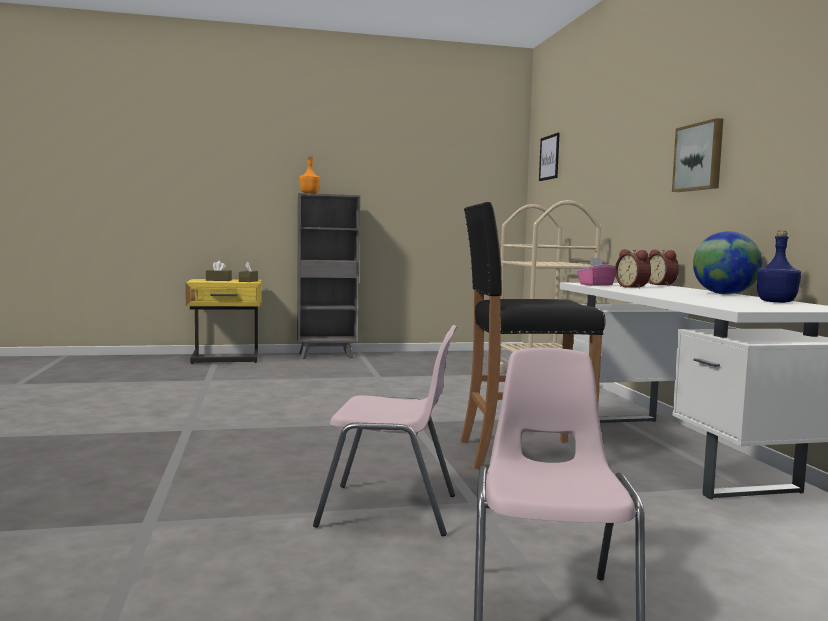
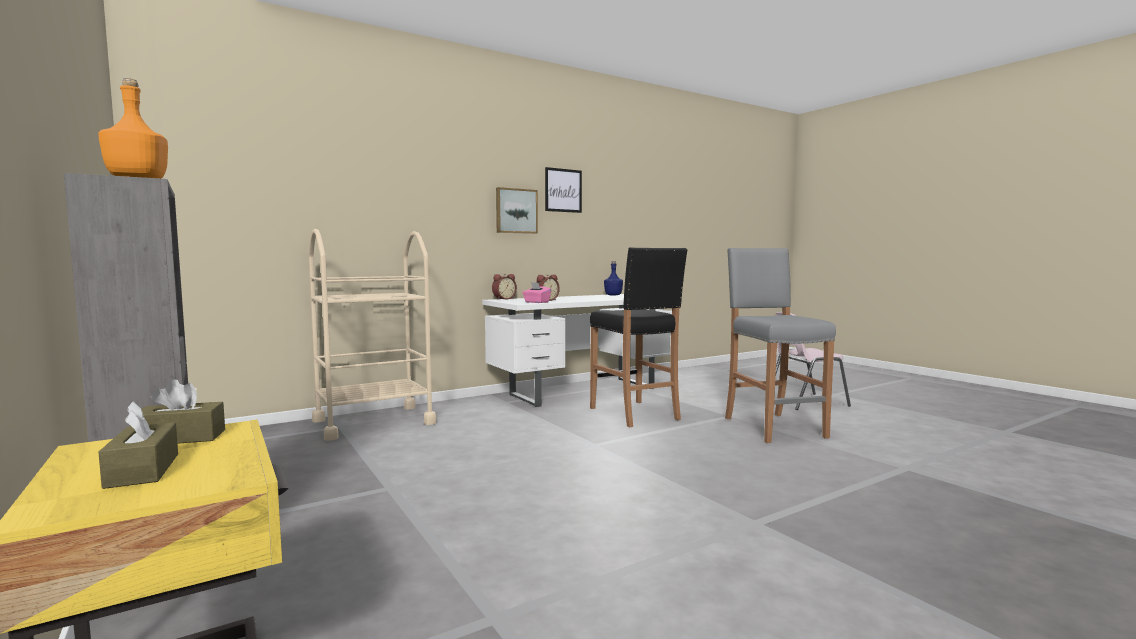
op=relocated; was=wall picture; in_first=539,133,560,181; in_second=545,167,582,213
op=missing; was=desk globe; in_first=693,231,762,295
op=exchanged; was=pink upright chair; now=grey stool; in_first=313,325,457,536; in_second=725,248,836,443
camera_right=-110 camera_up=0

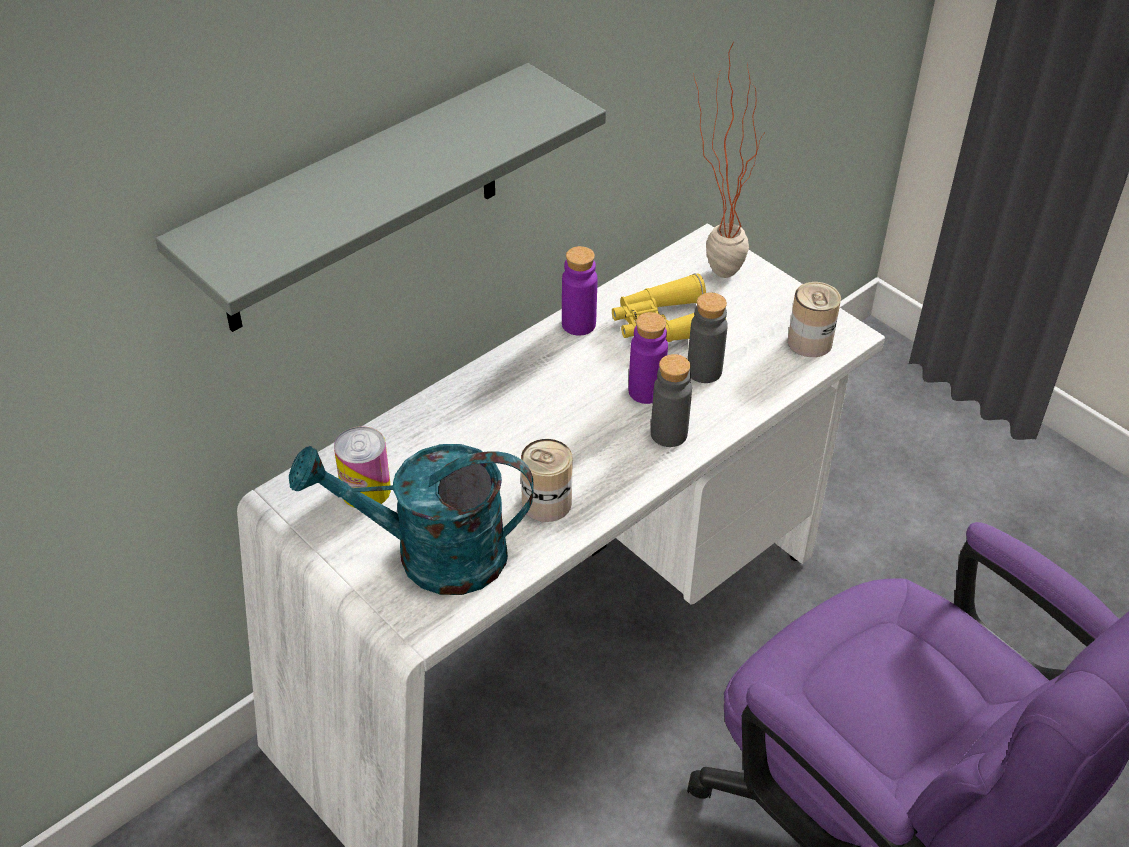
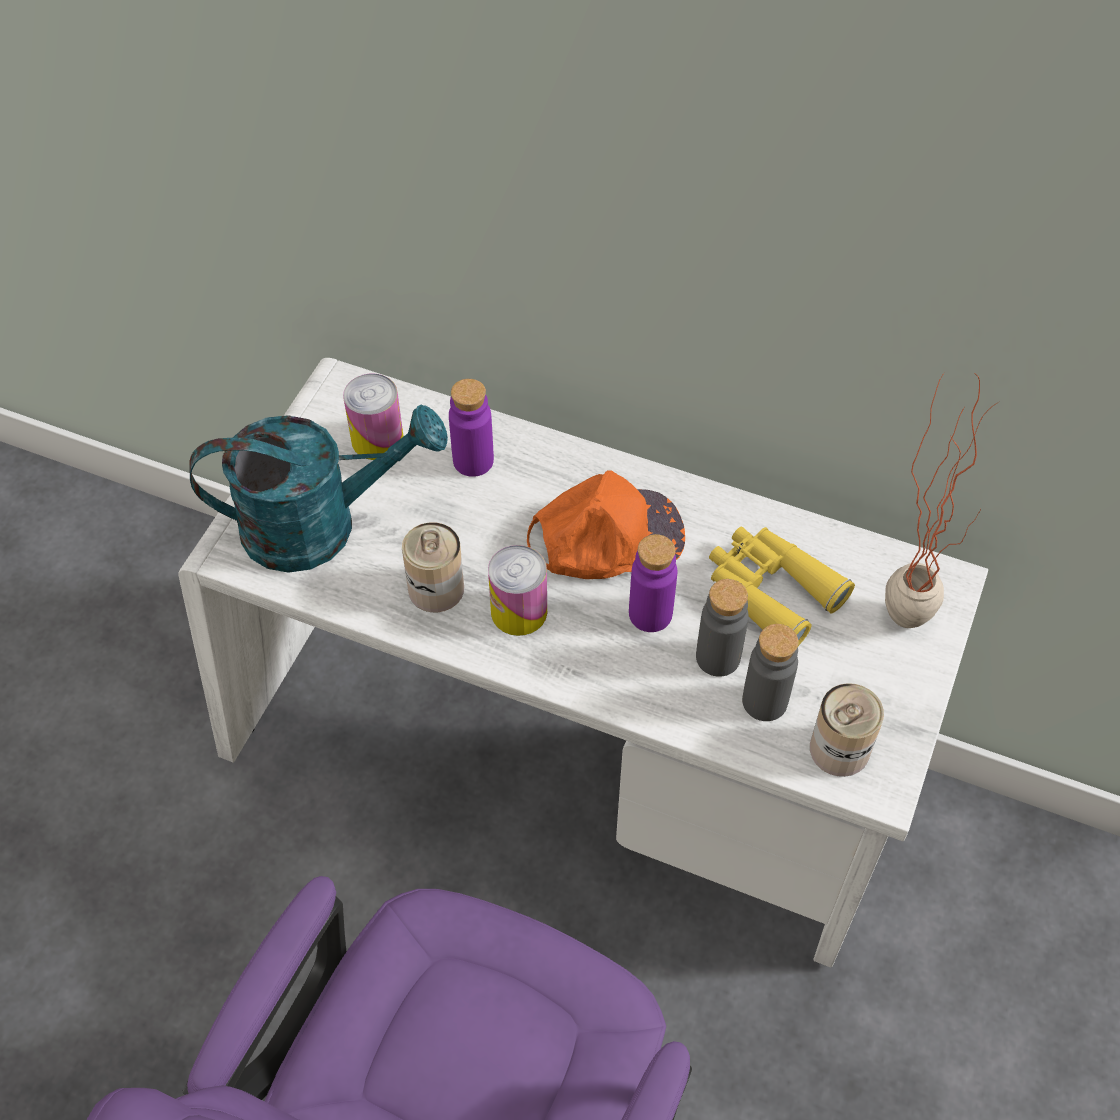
op=missing; was=grey bracket shelf; in_first=155,63,606,332
op=relocated; was=purplish bottle; in_first=562,246,597,336; in_second=449,379,494,477
op=relocated; was=grey bottle; in_first=651,354,692,447; in_second=742,624,799,721
op=spun; was=blue-green watering can; in_first=289,444,534,595; in_second=189,405,448,573; clockwise=105
op=appeared; now=orange-coloured cap; in_second=527,470,685,579
op=appeared; now=can; in_second=488,545,547,636
camera_right=65 camera_up=10

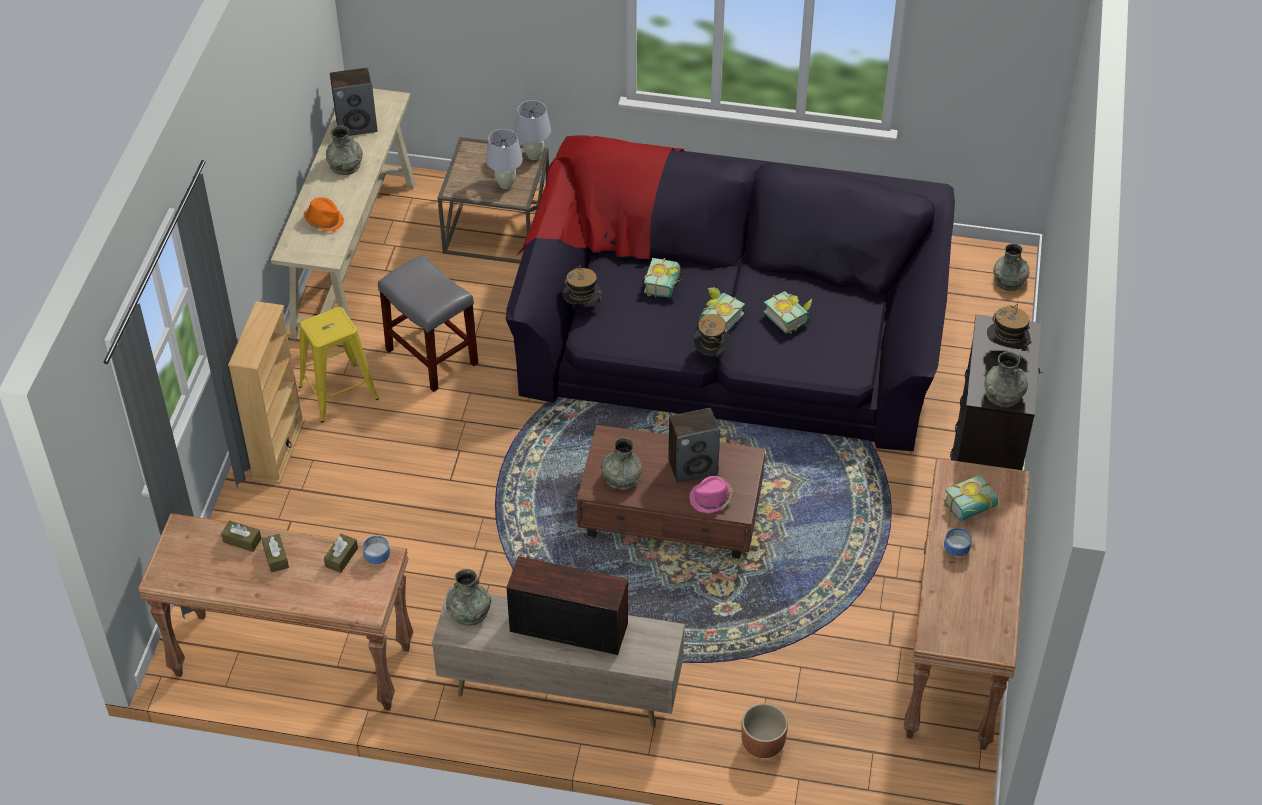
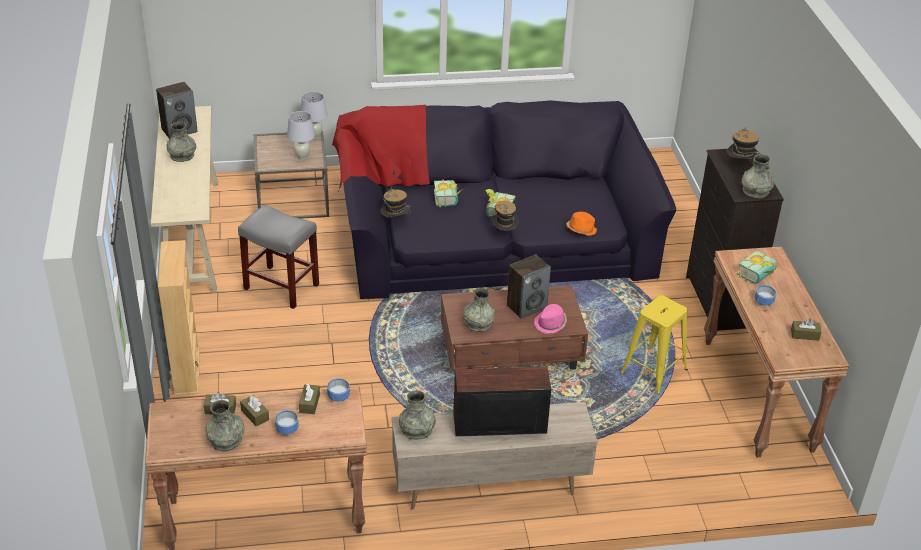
op=relocated; was=orange-coloured hat; in_first=304,198,344,232; in_second=566,212,597,236
op=relocated; was=grey vase; in_first=993,243,1029,291; in_second=206,400,245,452
op=missing; was=volume; in_first=763,291,812,334
op=relocated; was=yellowish stool; in_first=299,307,379,422; in_second=620,295,688,395
op=missing; was=brown-coloured plant pot; in_first=741,703,788,758
op=appeared; now=brown-coloured box of tissues; in_second=791,318,822,341
op=appeared; now=serving bowl; in_second=275,410,299,434
camera_right=-20 camera_up=-10

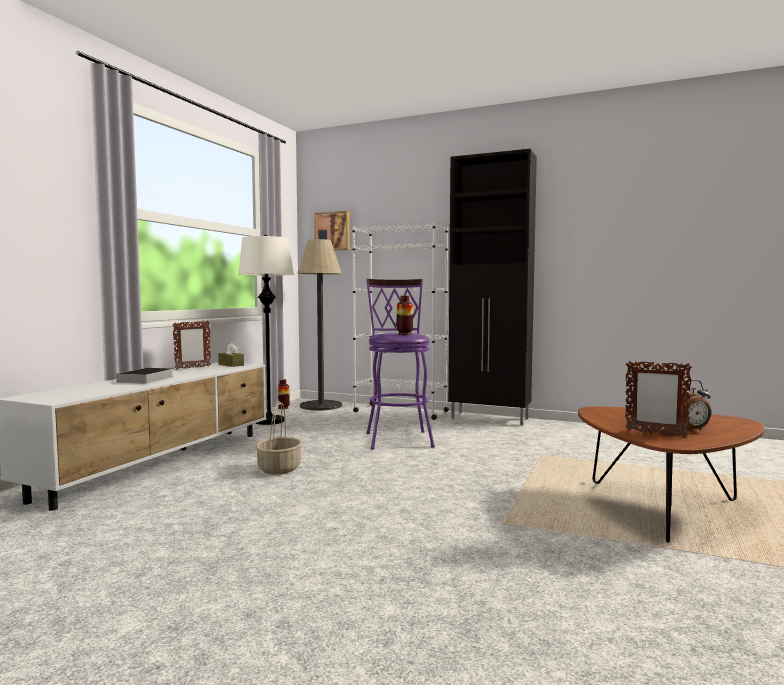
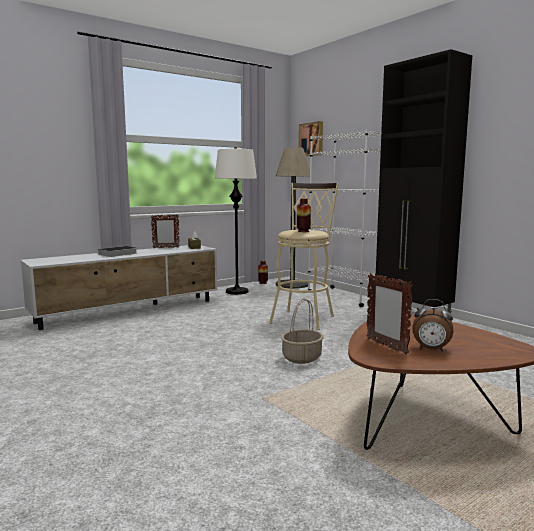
op=colour; was=purplish stool; now=sand-coloured stool; in_first=366,279,435,449; in_second=269,183,339,330
op=relocated; was=household basket; in_first=255,402,302,475; in_second=281,299,323,364
camera_right=30 camera_up=5

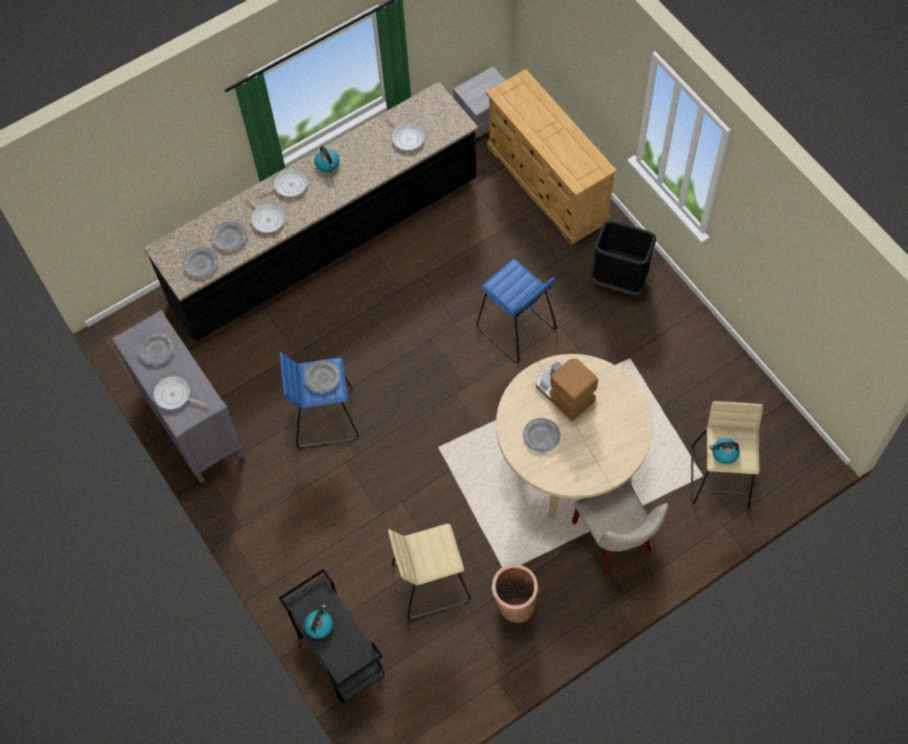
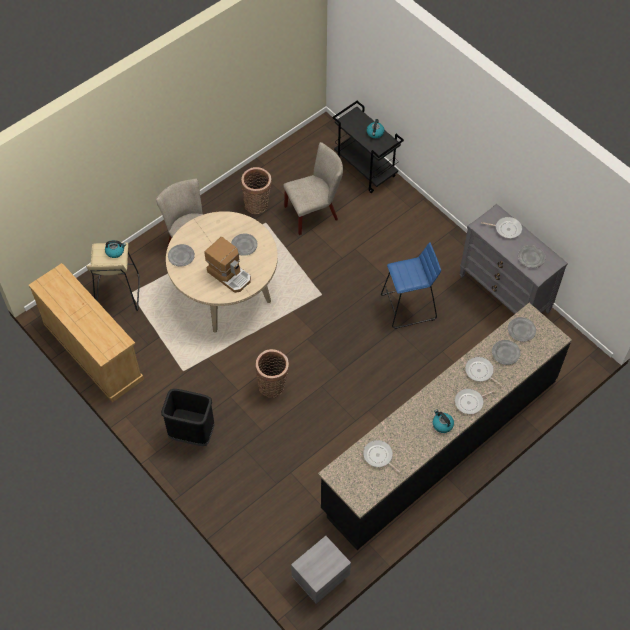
op=relocated; was=sand-coloured chest of drawers; in_first=486,69,617,245; in_second=29,263,144,402
op=exchanged; was=blue stool; now=household basket; in_first=477,259,557,363; in_second=255,349,289,398
op=relocated; was=grey plate; in_first=304,360,340,393; in_second=168,244,195,267
op=exchanged; was=sand-coloured stool; now=sand-coloured upright chair; in_first=388,524,471,620; in_second=283,142,343,235
camera_right=170 camera_up=-5

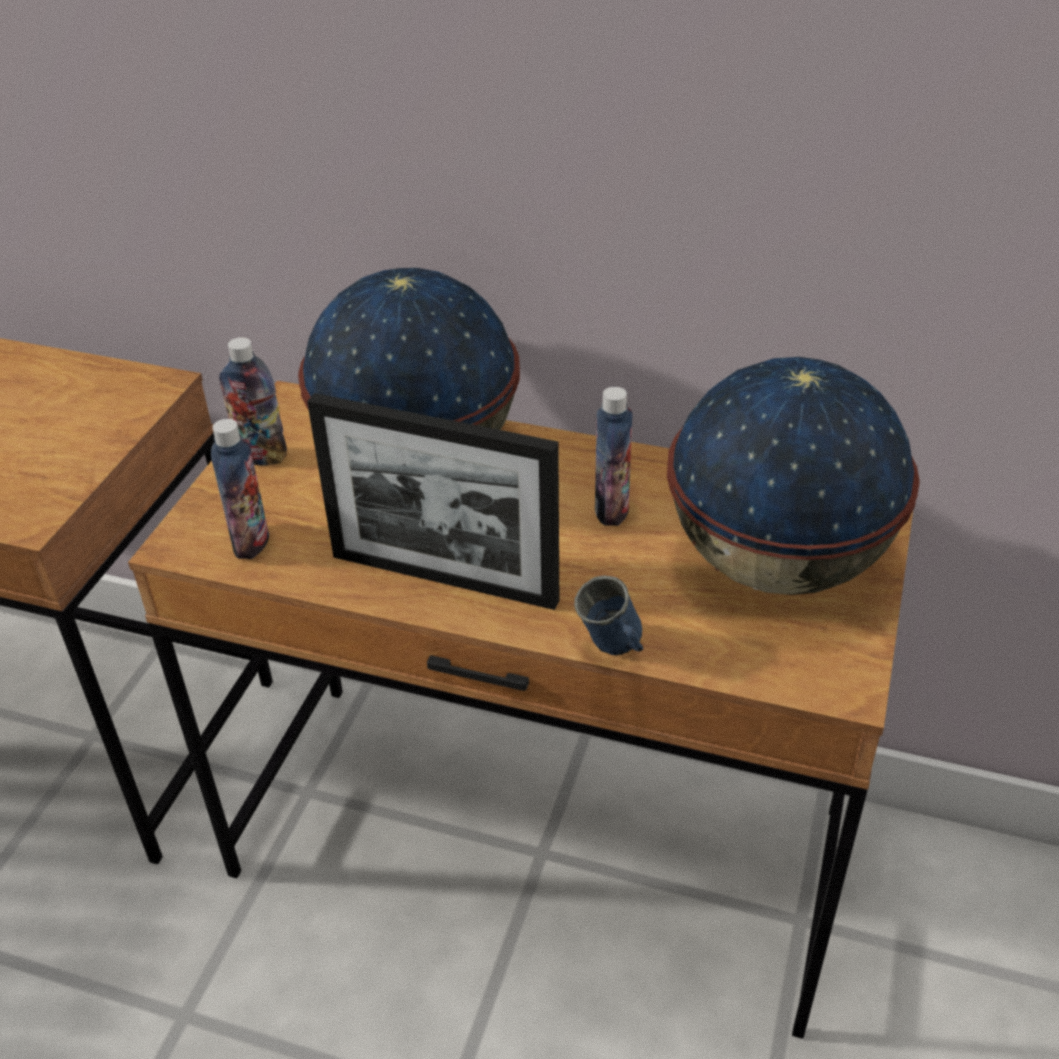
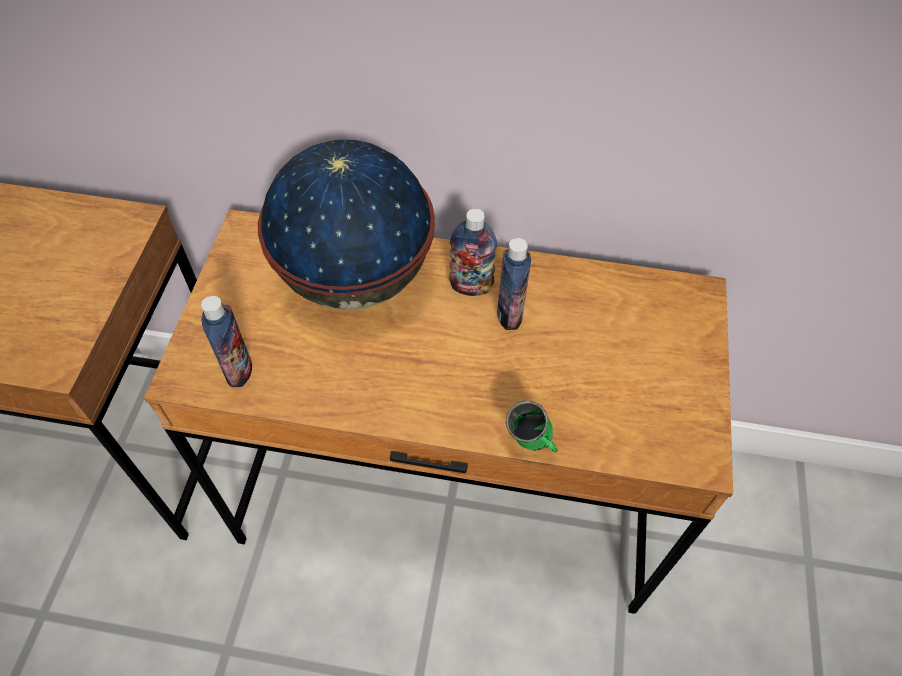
op=relocated; was=bottle; in_first=219,337,287,466; in_second=449,209,498,296
op=missing; was=desk globe; in_first=667,357,920,595
op=missing; was=standing frame; in_first=307,393,559,610
op=colour; was=blue coffee mug; now=green coffee mug; in_first=574,576,643,655; in_second=506,400,558,452
camera_right=-10 camera_up=15

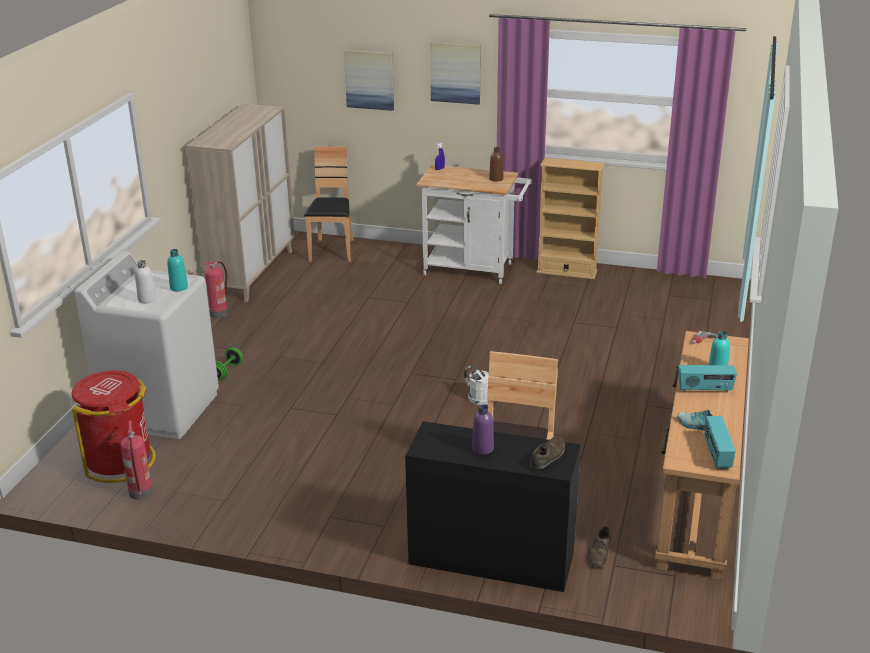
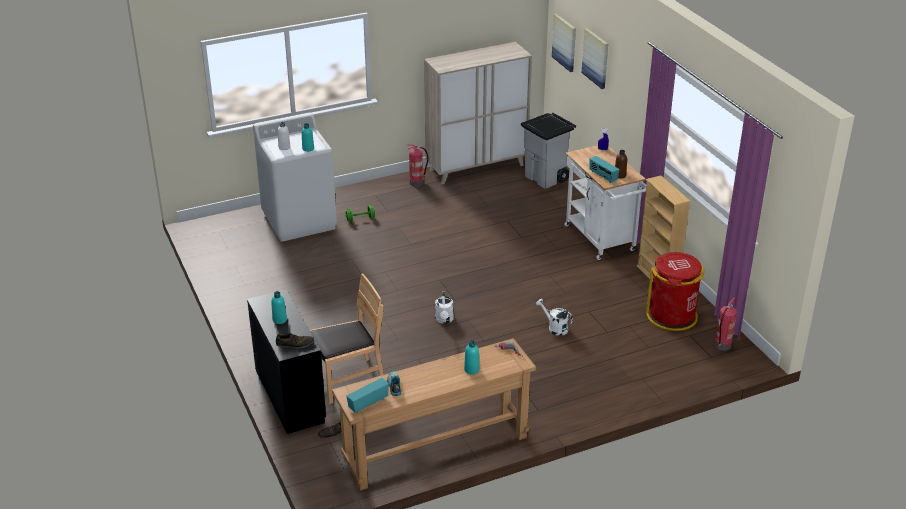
op=relocated; was=wall picture; in_first=430,42,481,105; in_second=552,14,576,72
op=exchanged; was=brown-coloured upright chair; now=grey rubbish bin; in_first=304,146,354,262; in_second=521,113,576,189
op=relocated; was=radio; in_first=678,365,737,393; in_second=589,156,620,183
op=relocated; was=red-coloured rubbish bin; in_first=72,370,156,483; in_second=646,252,704,331
op=colour; was=purplish bottle; now=blue-green bottle; in_first=472,404,494,455; in_second=271,291,287,324
op=relocated; was=extinguisher; in_first=120,420,153,500; in_second=715,297,737,350
op=appeared; now=white watering can; in_second=536,299,573,336
camera_right=50 camera_up=5

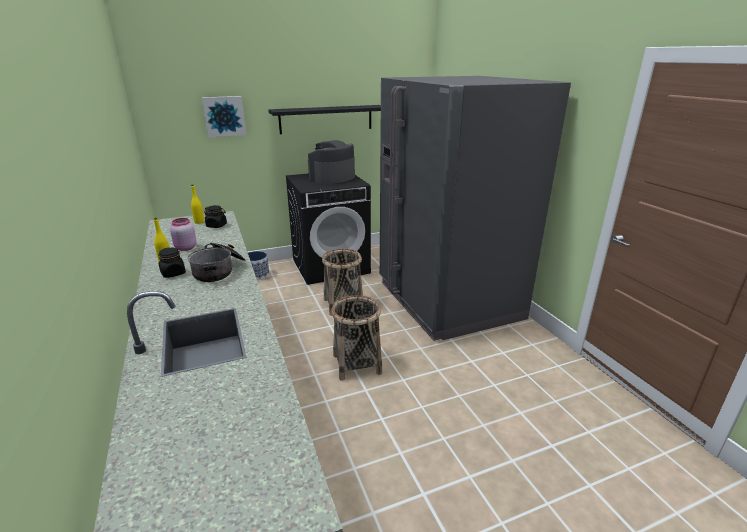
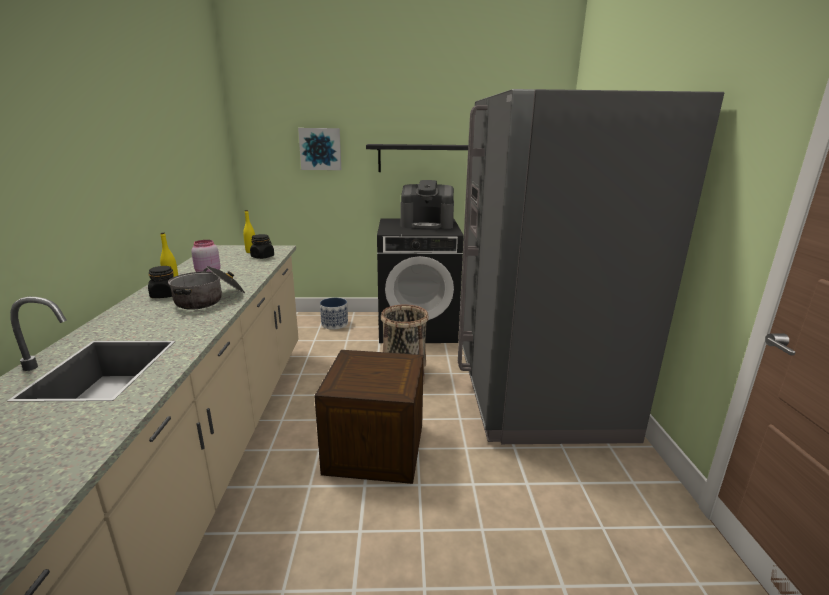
op=spun; was=coffee machine; in_first=308,140,355,184; in_second=401,180,454,229; clockwise=-150
op=exchanged; was=household basket; now=packing crate; in_first=331,295,382,381; in_second=314,350,424,484
camera_right=20 camera_up=-5

